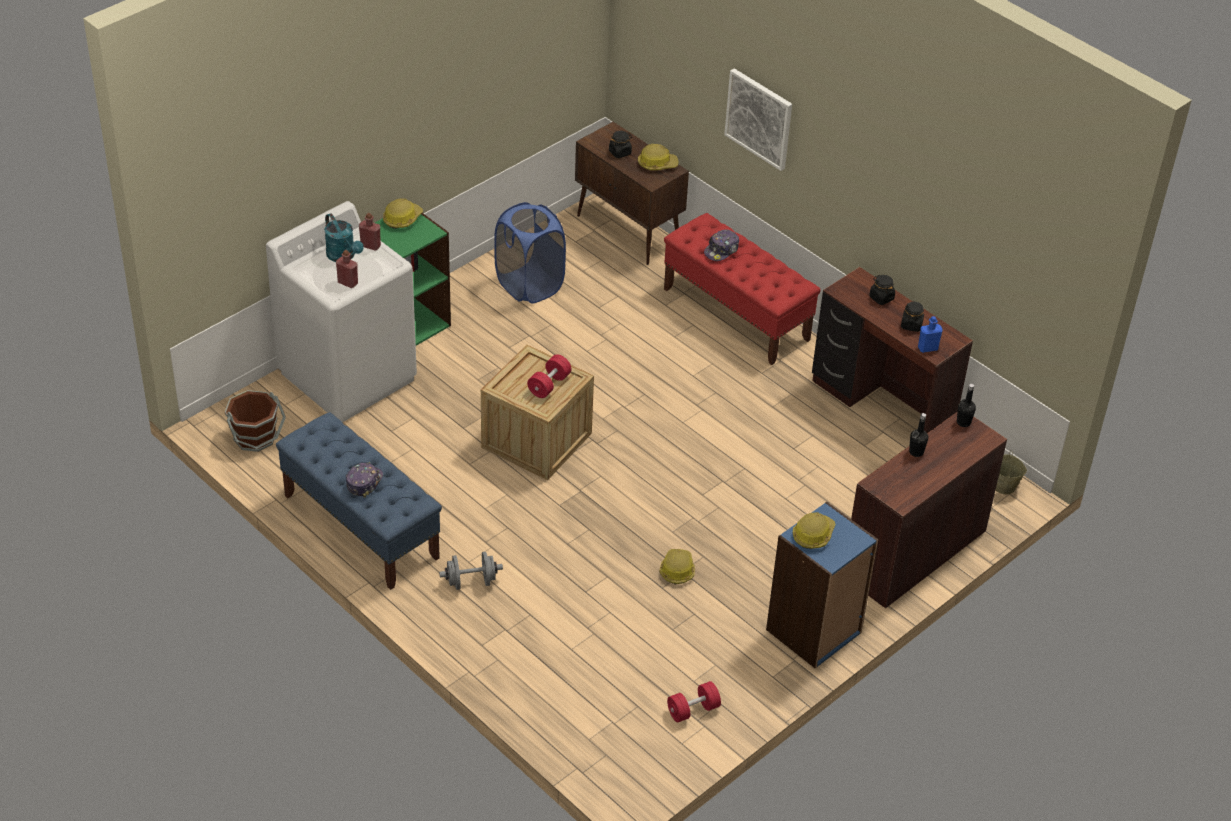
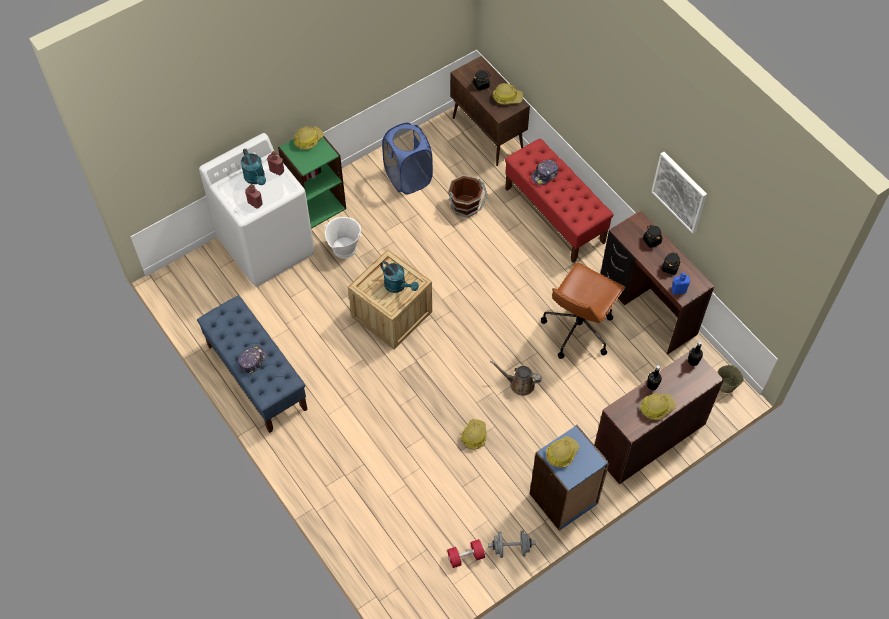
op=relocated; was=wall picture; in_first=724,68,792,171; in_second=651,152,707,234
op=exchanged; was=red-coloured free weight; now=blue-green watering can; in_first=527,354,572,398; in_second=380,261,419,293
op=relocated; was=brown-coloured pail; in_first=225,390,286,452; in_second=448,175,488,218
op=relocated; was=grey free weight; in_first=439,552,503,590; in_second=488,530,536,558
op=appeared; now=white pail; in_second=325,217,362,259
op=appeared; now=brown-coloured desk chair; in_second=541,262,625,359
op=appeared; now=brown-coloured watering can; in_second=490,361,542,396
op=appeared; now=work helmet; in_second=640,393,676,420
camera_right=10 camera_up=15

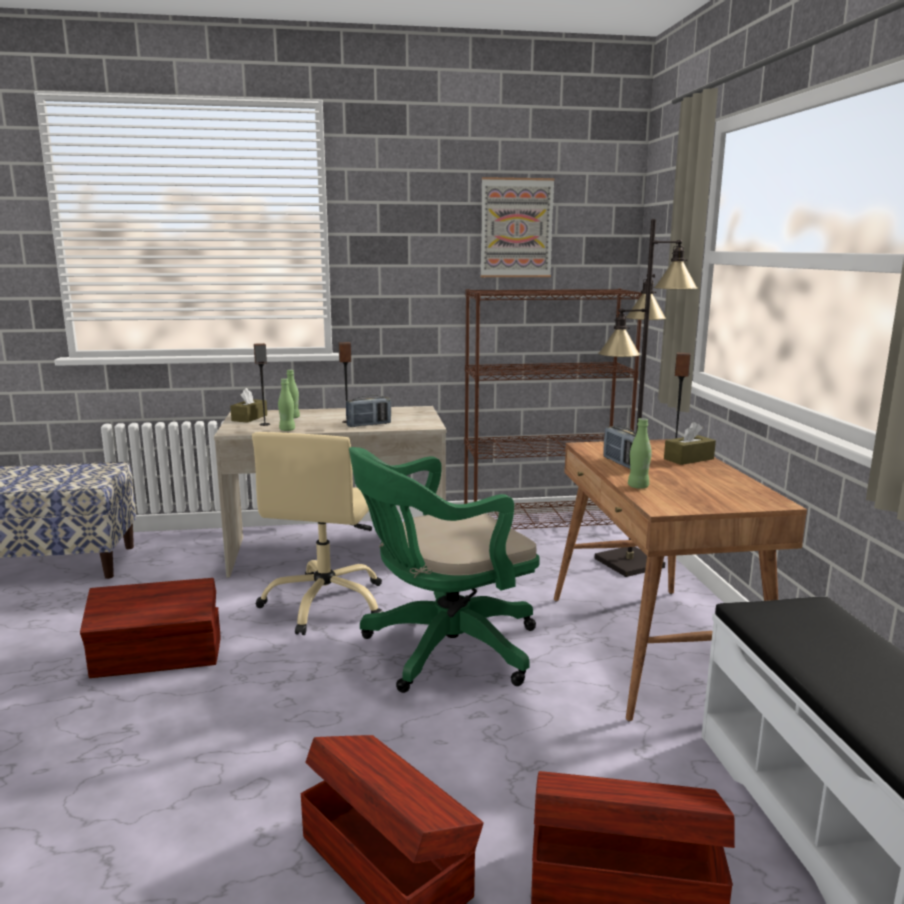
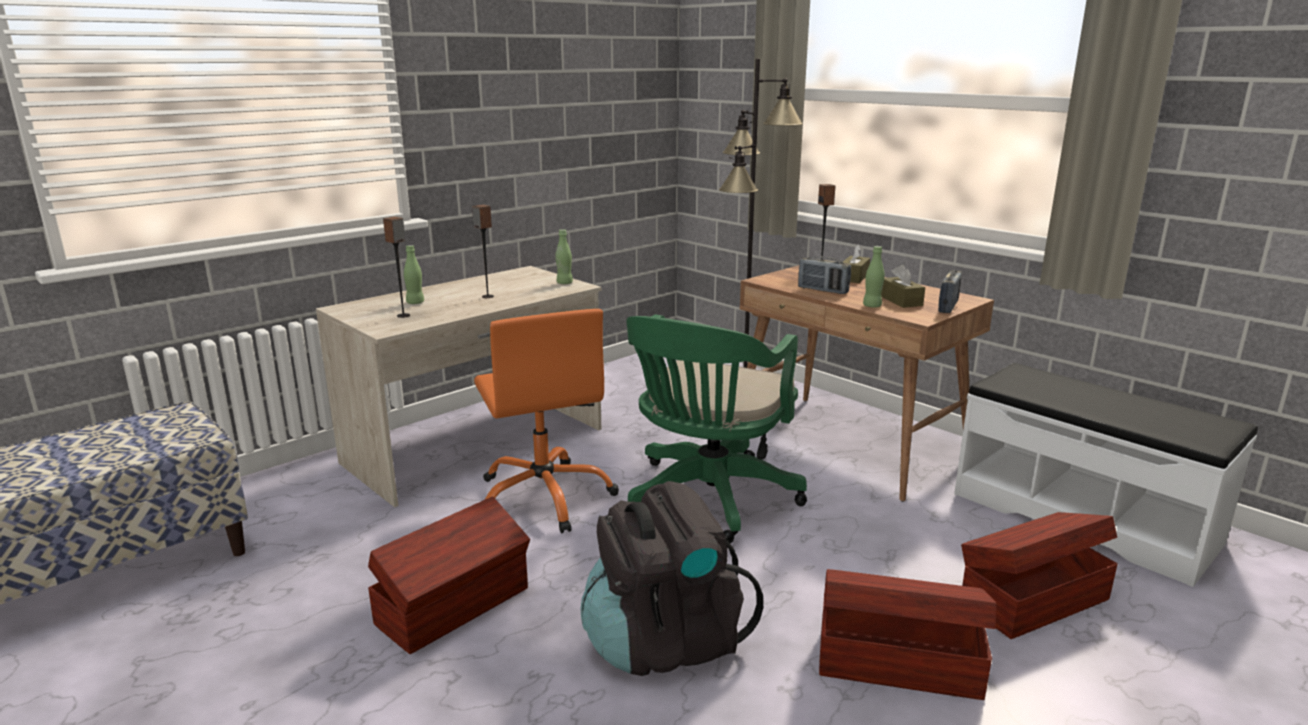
op=missing; was=wall picture; in_first=480,177,555,277
op=missing; was=brown-coloured shelving unit; in_first=464,288,642,529
op=relocated; was=green bottle; in_first=278,378,295,431; in_second=555,229,573,284
op=relocated; was=brown-coloured box of tissues; in_first=230,388,267,423; in_second=881,264,925,308
op=relocated; was=radio; in_first=346,395,391,427; in_second=938,270,962,313
op=colour; was=sand-coloured desk chair; now=orange-coloured desk chair; in_first=252,432,383,635; in_second=474,309,619,533
op=appeared; now=black rucksack; in_second=580,481,763,676
camera_right=-35 camera_up=5

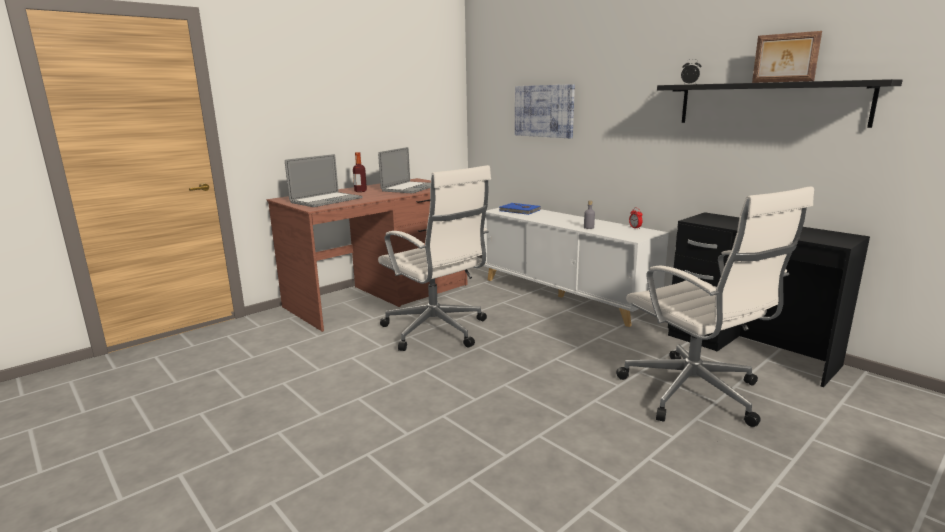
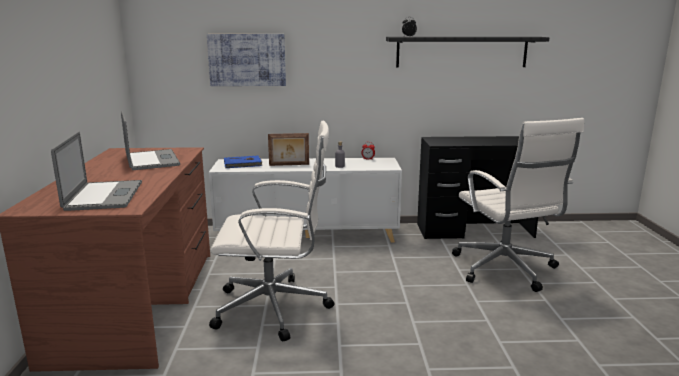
op=relocated; was=standing frame; in_first=752,31,822,83; in_second=268,133,309,166
op=missing; was=bottle; in_first=353,152,367,192
op=spun; was=white desk chair; in_first=616,186,814,427; in_second=452,118,584,292; clockwise=60
camera_right=-50 camera_up=0

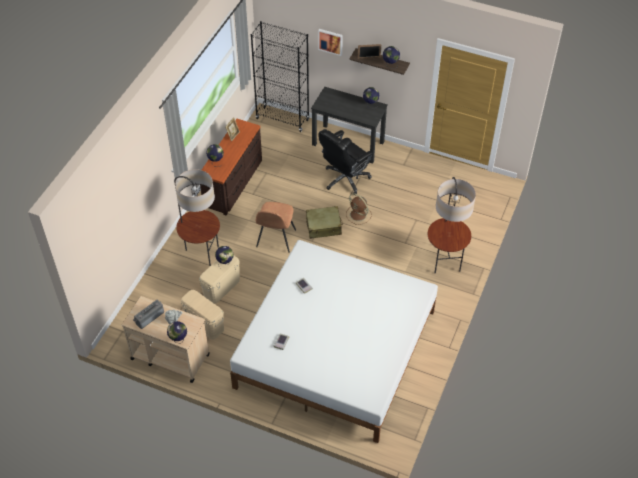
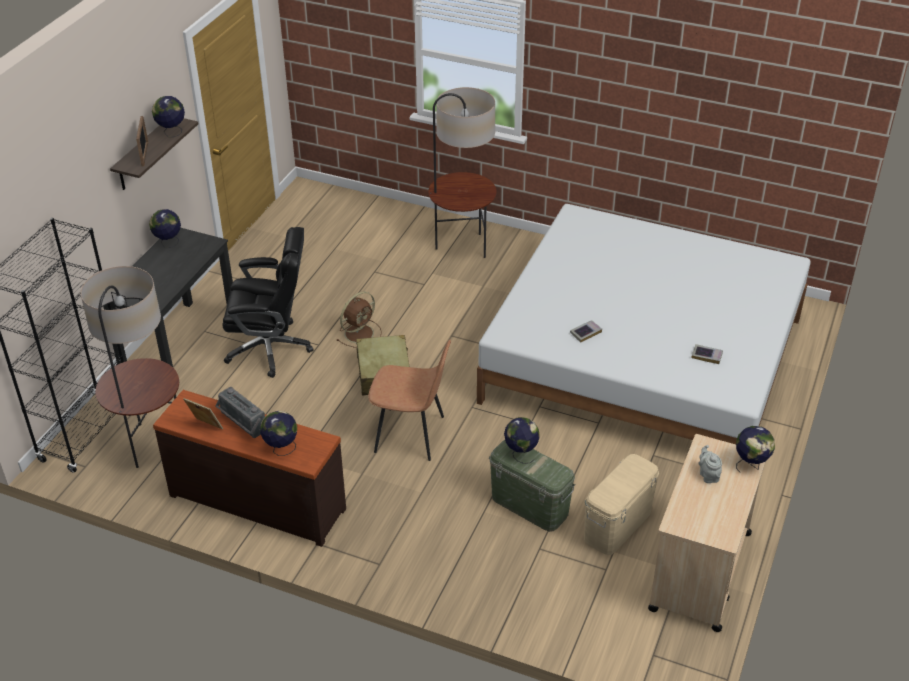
op=missing; was=wall picture; in_first=318,29,343,56
op=spun; was=black desk chair; in_first=319,129,373,196; in_second=222,227,314,378; clockwise=-45
op=relocated; was=standing lamp; in_first=174,169,220,266; in_second=81,266,179,468
op=colour; was=sand-coloured storage bin; now=green storage bin; in_first=199,255,240,304; in_second=489,440,575,532
op=relocated; was=radio; in_first=133,300,164,329; in_second=215,387,265,438
camera_right=-90 camera_up=-10

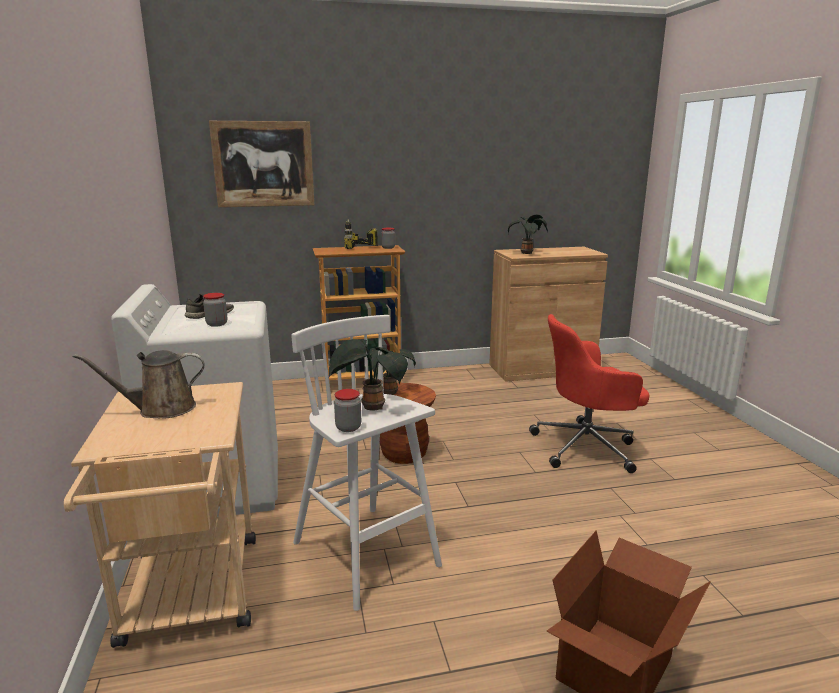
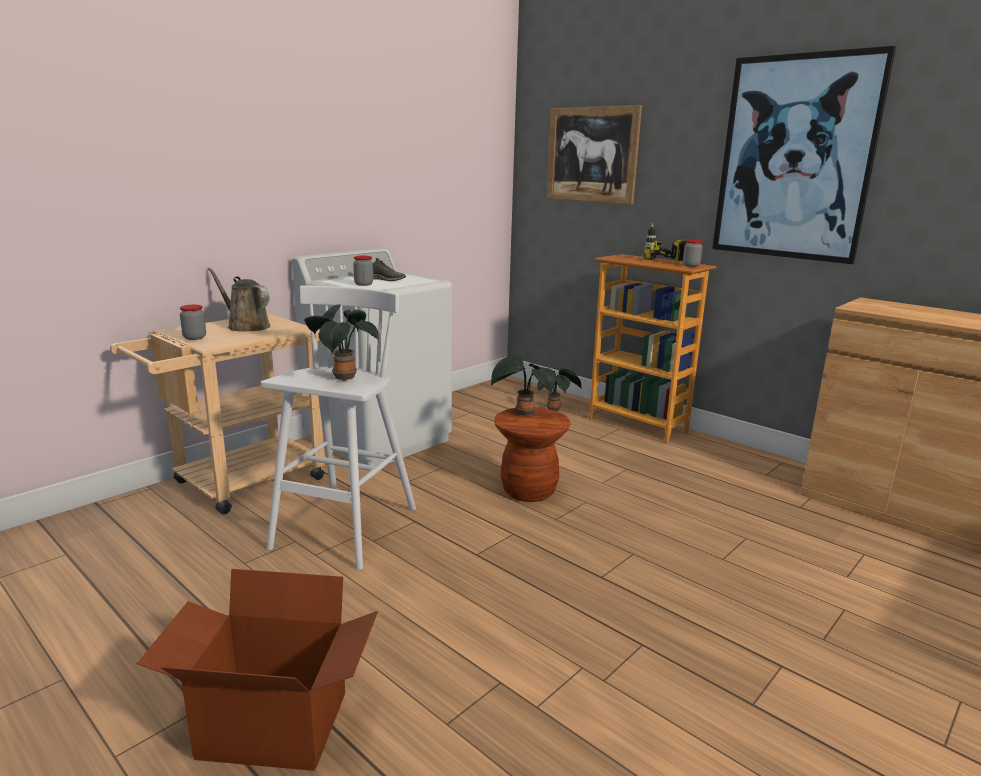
op=relocated; was=houseplant; in_first=508,215,548,254; in_second=537,369,582,411
op=missing; was=red-coloured desk chair; in_first=529,314,649,473
op=relocated; was=jar; in_first=334,389,361,432; in_second=180,305,206,340
op=appeared; now=wall picture; in_second=712,46,896,264
camera_right=55 camera_up=0

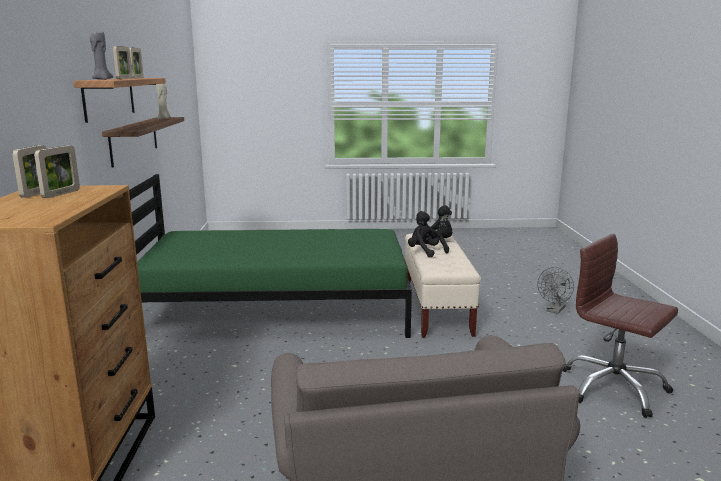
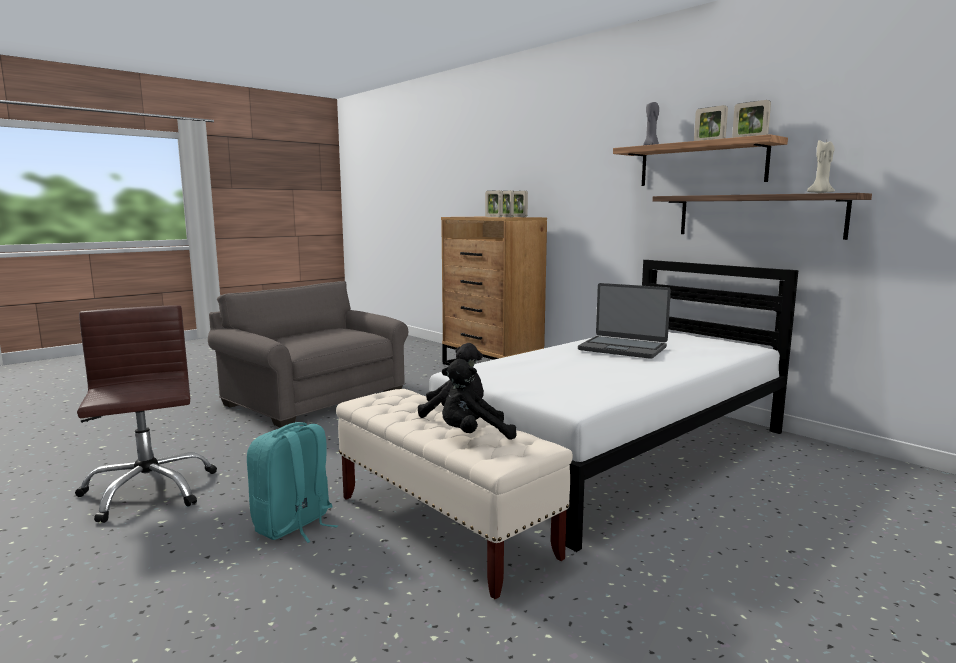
op=colour; was=green bed; now=white bed; in_first=129,174,412,338; in_second=429,260,798,552
op=spun; was=brown-coloured desk chair; in_first=563,234,678,418; in_second=75,305,217,523; clockwise=-120
op=missing; was=grey fan; in_first=538,267,574,314
op=appeared; now=standing frame; in_second=485,190,503,217
op=appeared; now=laptop; in_second=578,283,671,359
op=appeared; now=blue-green rucksack; in_second=247,422,338,543
camera_right=140 camera_up=-5

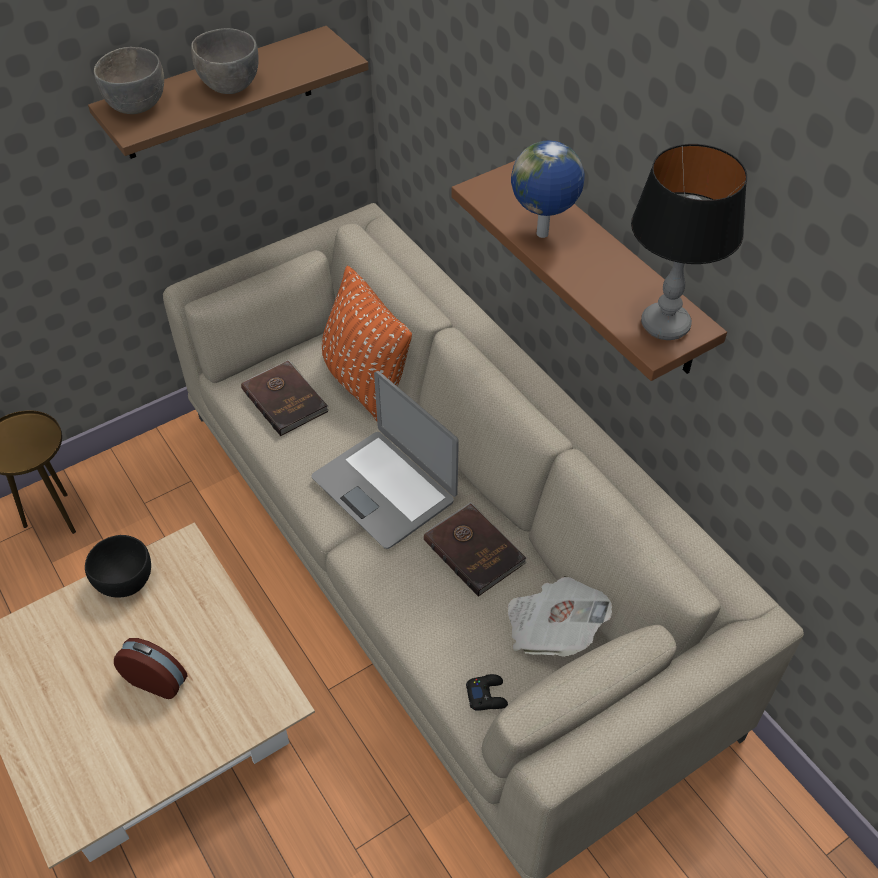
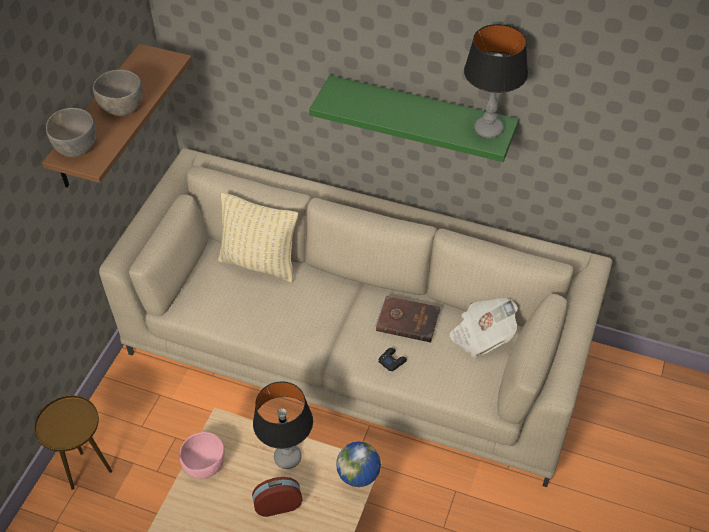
op=relocated; was=desk globe; in_first=511,140,585,238; in_second=336,442,381,488
op=colour; was=brown-coloured bracket shelf; now=green bracket shelf; in_first=452,160,727,381; in_second=309,75,519,162
op=colour; was=orange-coloured pillow; now=sand-coloured pillow; in_first=322,266,412,421; in_second=218,192,298,282
op=missing; was=brown-coloured volume; in_first=241,359,329,436
op=missing; was=laptop; in_first=311,371,459,549
op=colour; was=black serving bowl; now=pink serving bowl; in_first=85,535,151,597; in_second=179,432,225,479
op=relocated; was=black game controller; in_first=466,674,508,711; in_second=379,348,407,371
op=appeared; now=table lamp; in_second=253,381,313,469
camera_right=-35 camera_up=0

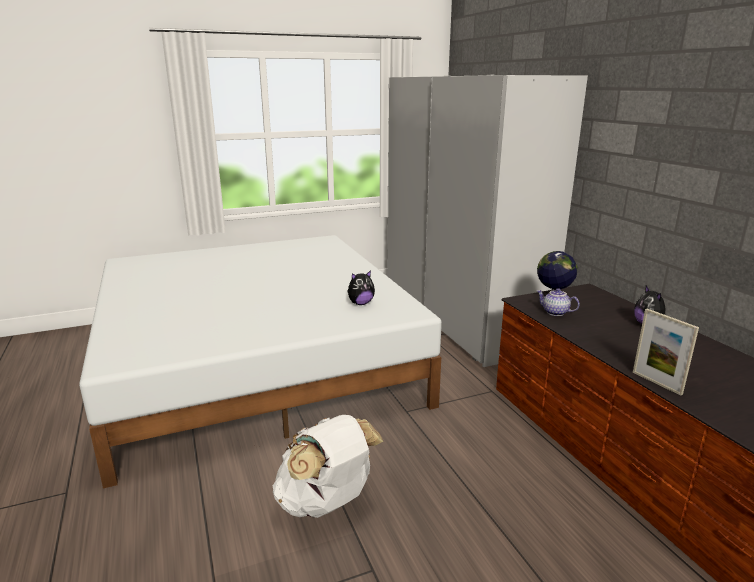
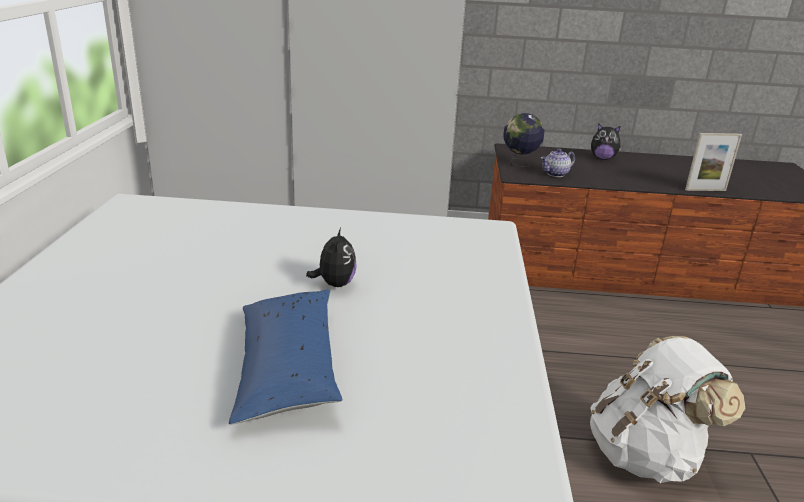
op=relocated; was=cuddly toy; in_first=347,270,375,305; in_second=306,228,357,287
op=appeared; now=blue pillow; in_second=229,289,343,425
camera_right=-65 camera_up=5

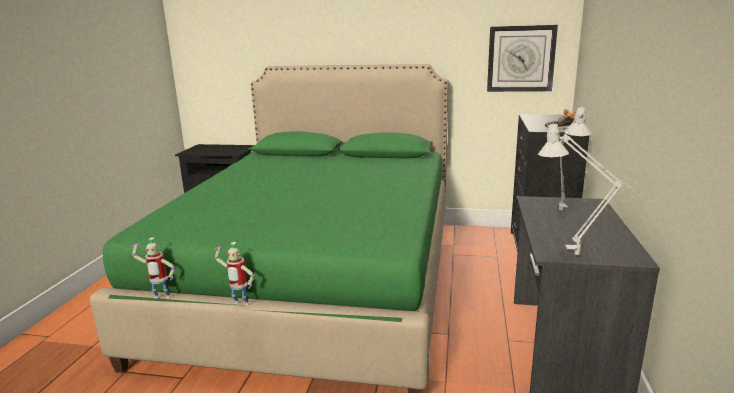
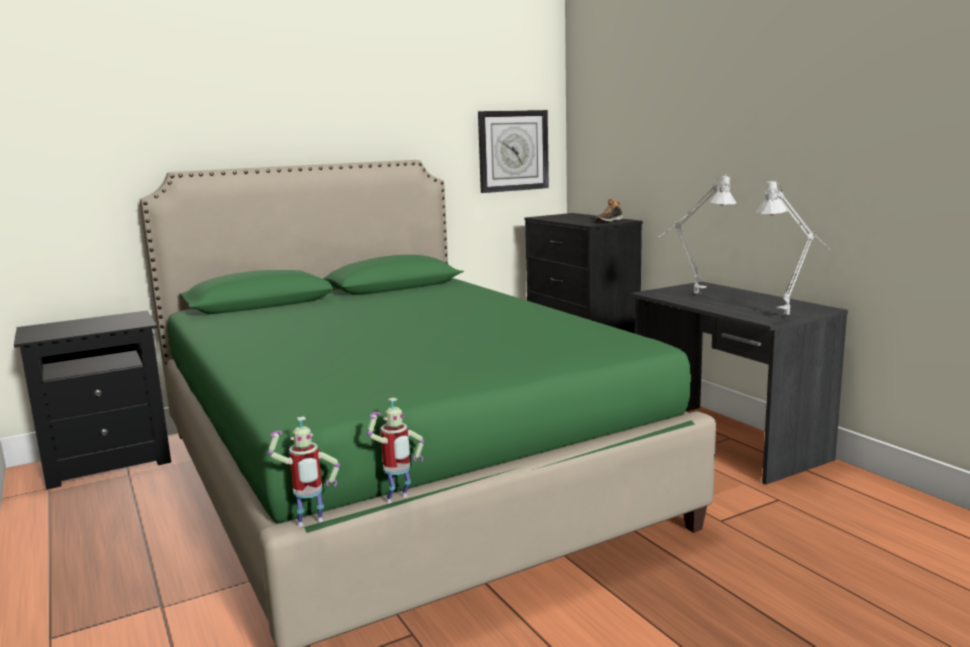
op=relocated; was=model robot; in_first=215,242,254,305; in_second=268,416,340,527
camera_right=-40 camera_up=-5

